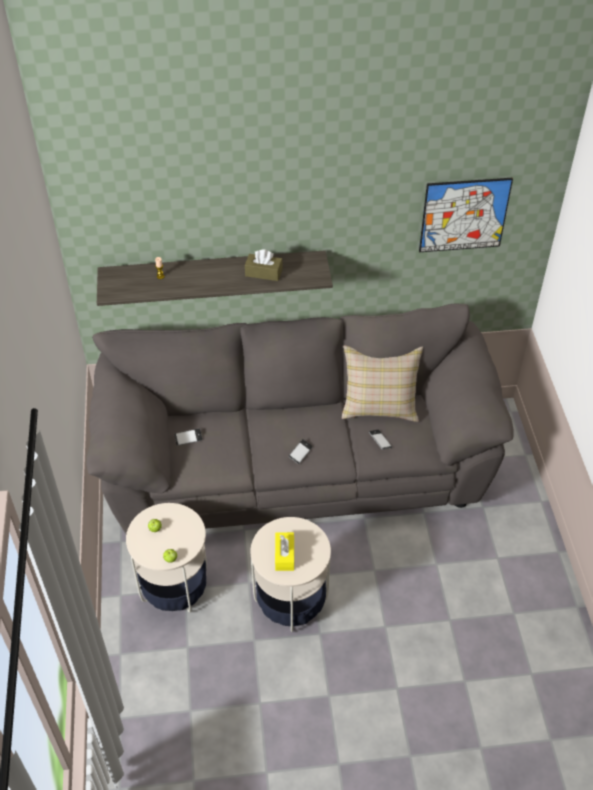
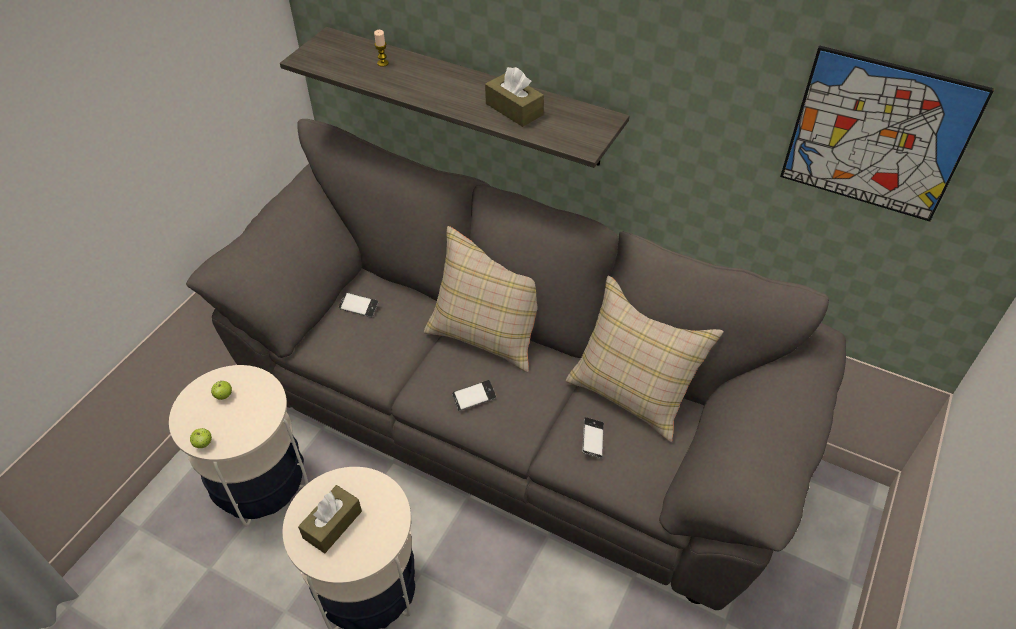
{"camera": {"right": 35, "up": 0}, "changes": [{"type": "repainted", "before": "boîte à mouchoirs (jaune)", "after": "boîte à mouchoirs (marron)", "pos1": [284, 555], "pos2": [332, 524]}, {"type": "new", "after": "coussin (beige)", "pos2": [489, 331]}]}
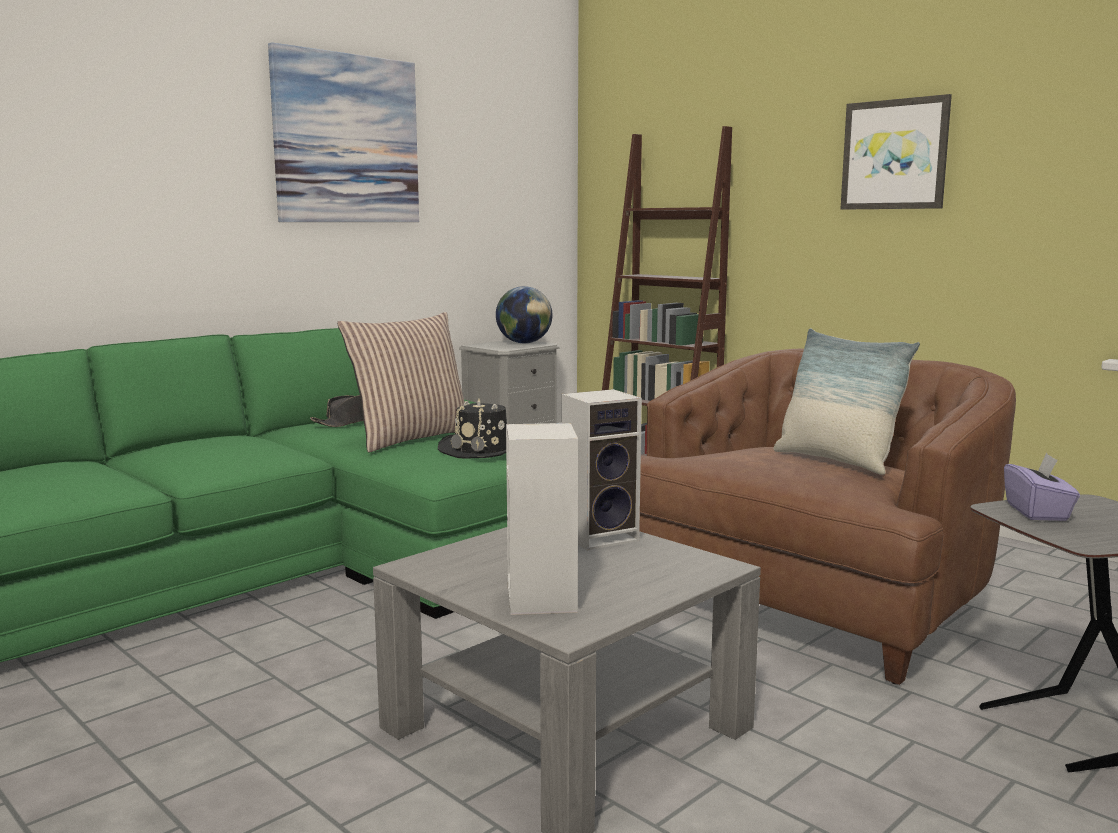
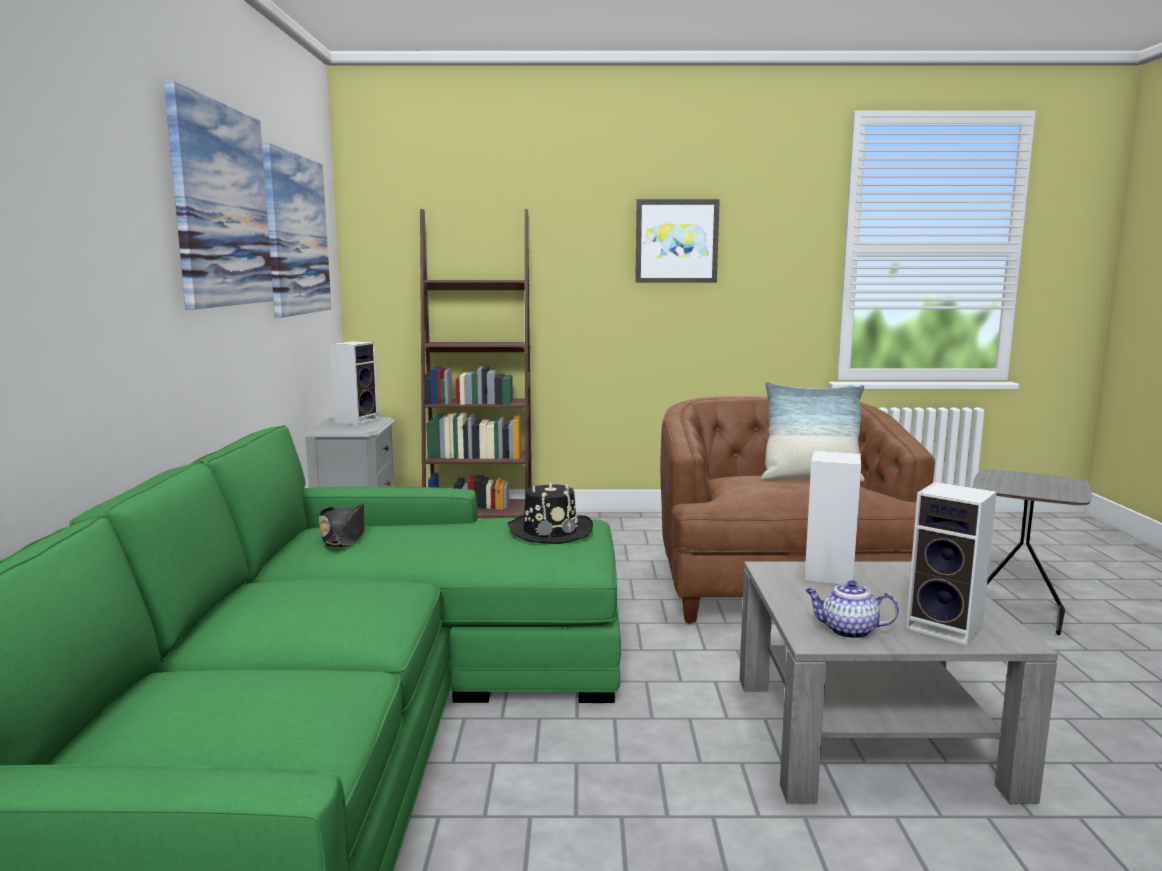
{"camera": {"right": -45, "up": 0}, "changes": [{"type": "gone", "before": "coussin", "pos1": [411, 438]}, {"type": "swapped", "before": "globe", "after": "enceinte", "pos1": [524, 343], "pos2": [357, 421]}, {"type": "gone", "before": "boîte à mouchoirs (violet)", "pos1": [1037, 512]}, {"type": "new", "after": "tableau", "pos2": [296, 235]}, {"type": "new", "after": "théière", "pos2": [848, 631]}]}
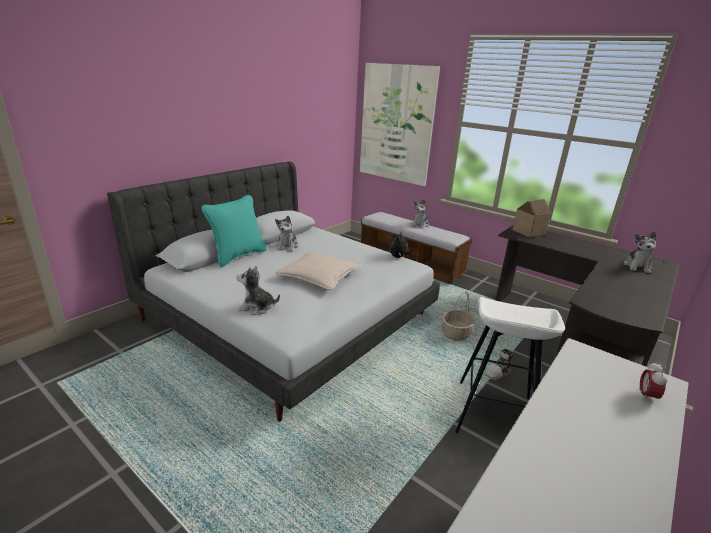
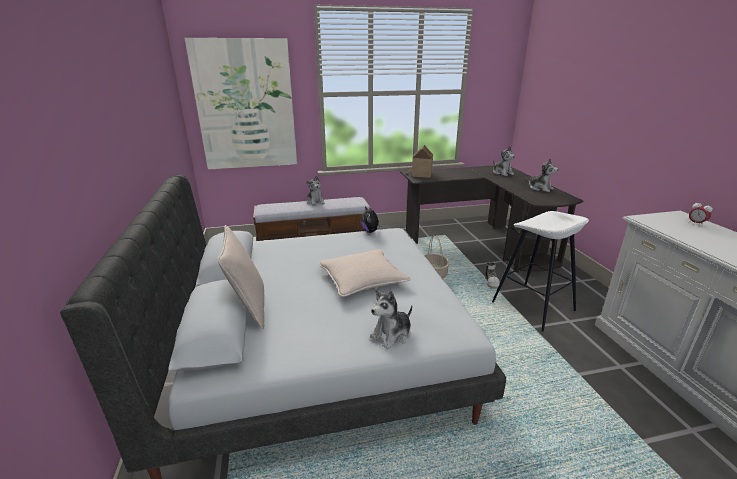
{"camera": {"right": -50, "up": 0}, "changes": [{"type": "repainted", "before": "coussin (turquoise)", "after": "coussin (beige)", "pos1": [238, 256], "pos2": [249, 308]}, {"type": "shifted", "before": "peluche", "pos1": [287, 246], "pos2": [540, 188]}]}
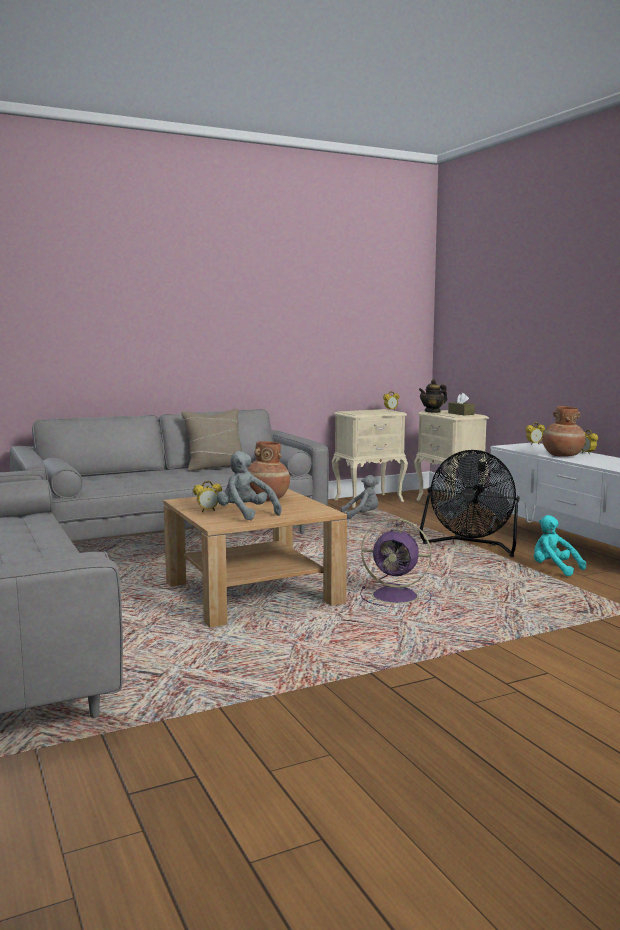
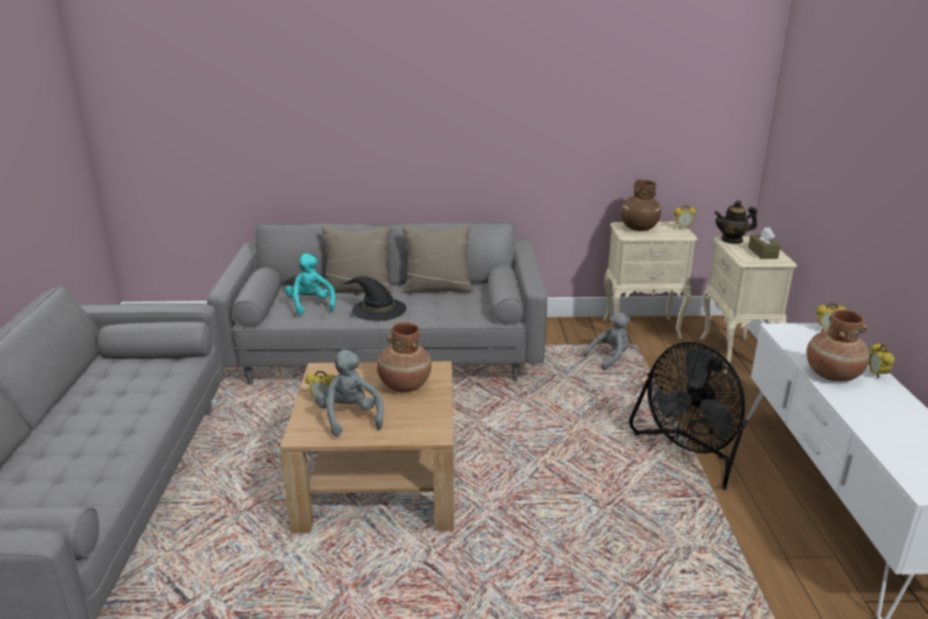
{"camera": {"right": 25, "up": 15}, "changes": [{"type": "rotated", "before": "peluche (gris)", "pos1": [362, 515], "pos2": [609, 358], "turn": -45}, {"type": "gone", "before": "ventilateur (violet)", "pos1": [397, 596]}, {"type": "shifted", "before": "peluche (turquoise)", "pos1": [553, 569], "pos2": [311, 305]}, {"type": "new", "after": "coussin (beige)", "pos2": [358, 289]}, {"type": "new", "after": "chapeau (noir)", "pos2": [378, 309]}, {"type": "new", "after": "vase (marron)", "pos2": [638, 228]}]}
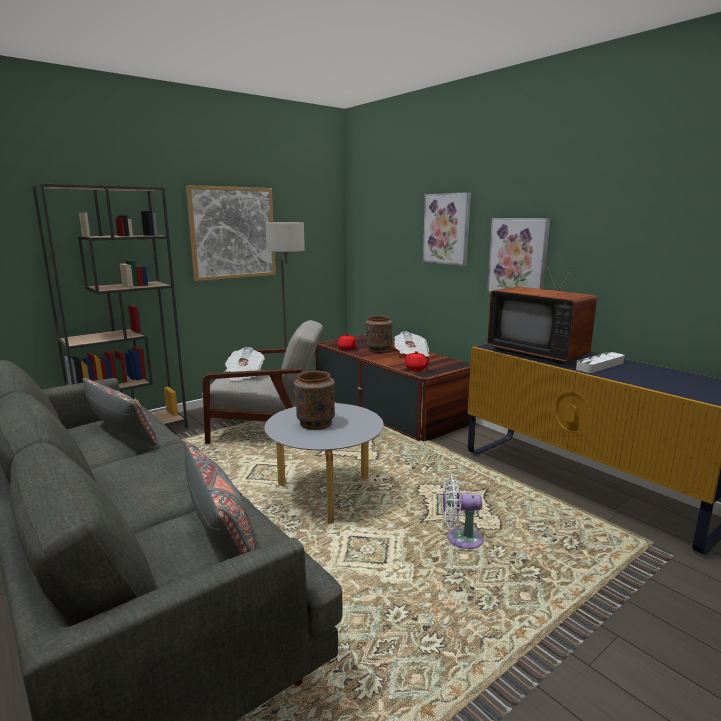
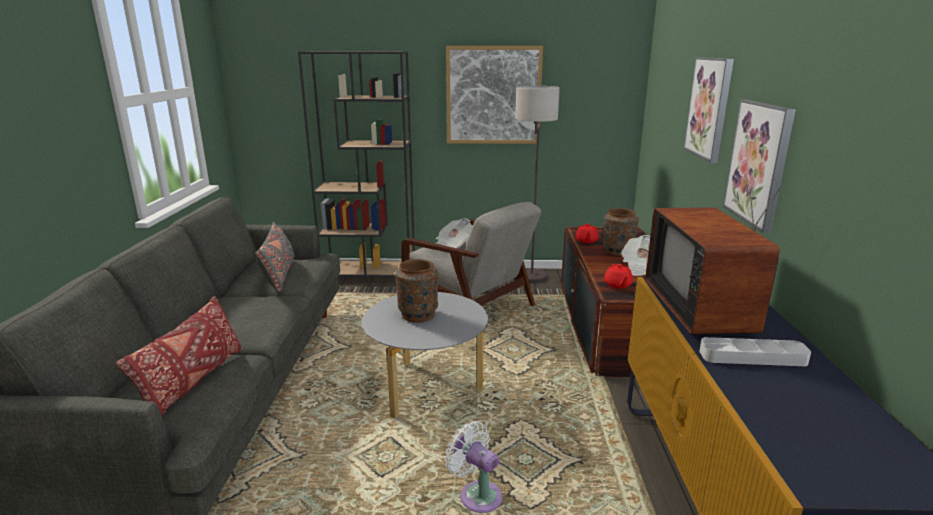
{"camera": {"right": 40, "up": 5}, "changes": [{"type": "repainted", "before": "coussin (gris)", "after": "coussin (rouge)", "pos1": [220, 536], "pos2": [193, 381]}]}
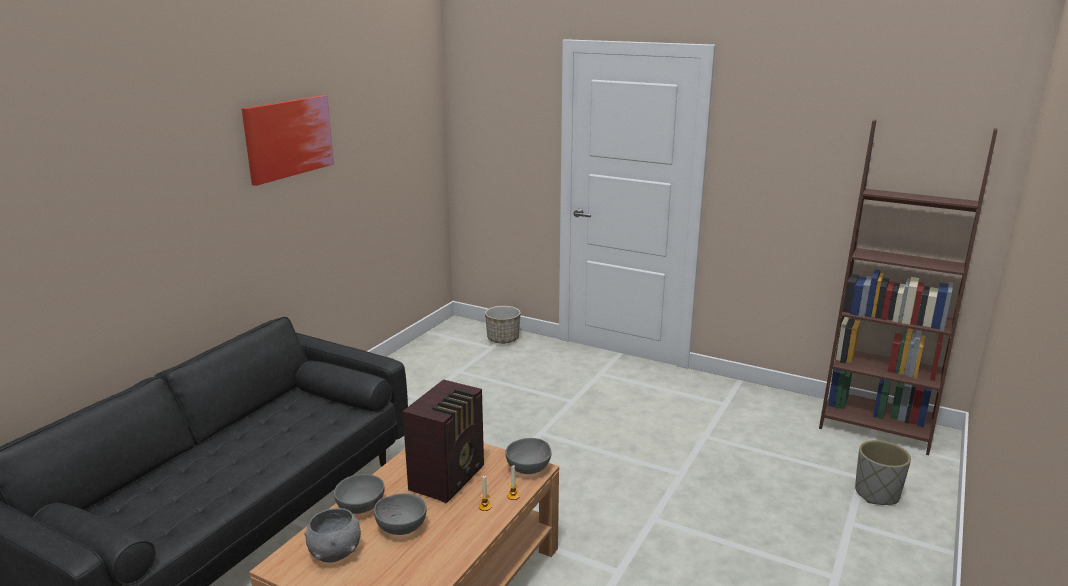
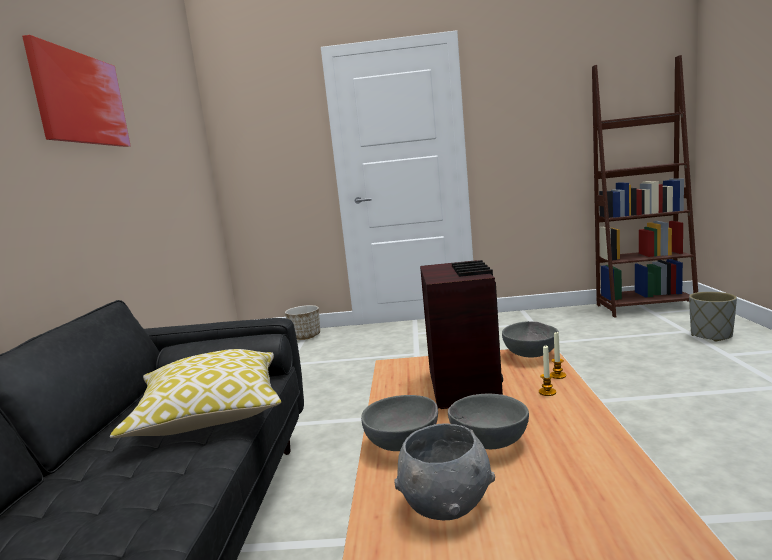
{"camera": {"right": -25, "up": -10}, "changes": [{"type": "new", "after": "coussin", "pos2": [210, 413]}]}
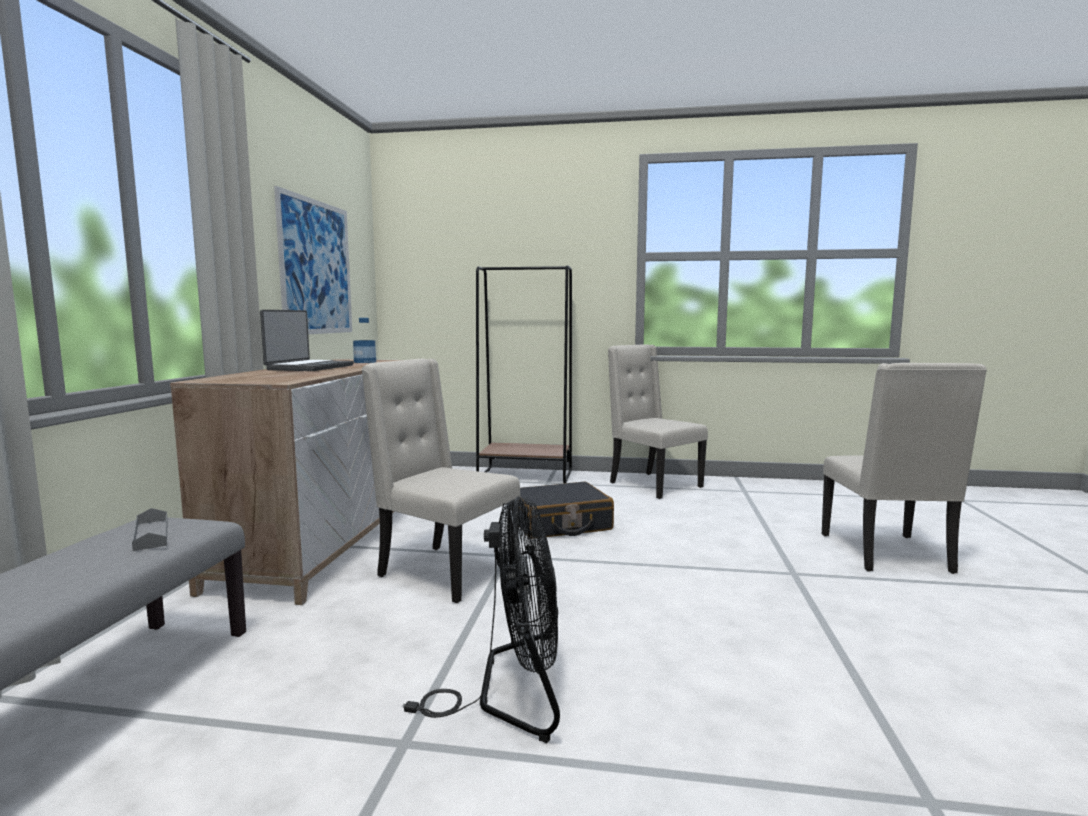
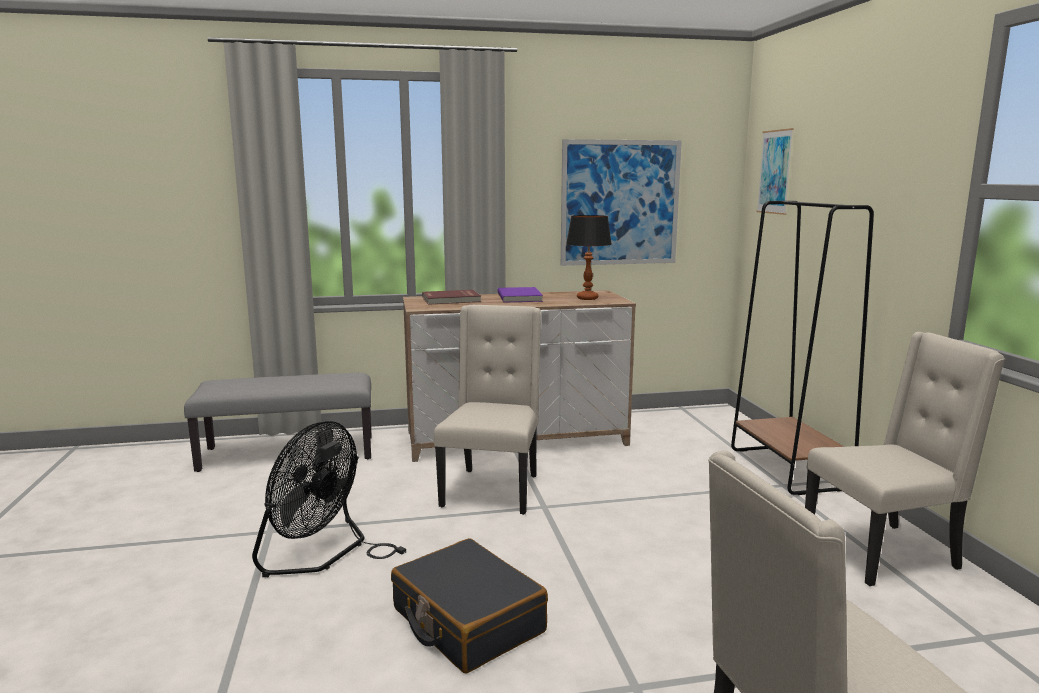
{"camera": {"right": 70, "up": 5}, "changes": [{"type": "gone", "before": "plateau (gris)", "pos1": [151, 534]}, {"type": "swapped", "before": "ordinateur portable", "after": "livre (violet)", "pos1": [309, 367], "pos2": [520, 297]}, {"type": "swapped", "before": "bouteille", "after": "lampe de table", "pos1": [365, 362], "pos2": [587, 298]}, {"type": "rotated", "before": "ventilateur (noir)", "pos1": [511, 686], "pos2": [332, 550], "turn": 135}, {"type": "shifted", "before": "valise (noir)", "pos1": [560, 524], "pos2": [467, 621]}, {"type": "rotated", "before": "chaise (beige)", "pos1": [653, 485], "pos2": [883, 552], "turn": 45}, {"type": "new", "after": "livre (rouge)", "pos2": [451, 300]}, {"type": "new", "after": "tableau", "pos2": [775, 172]}]}
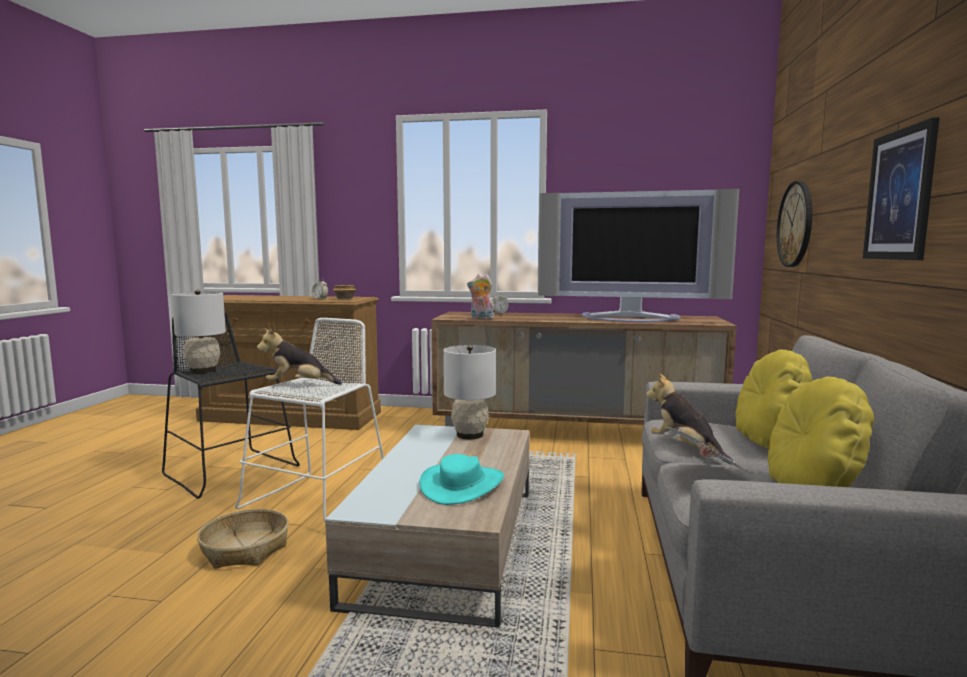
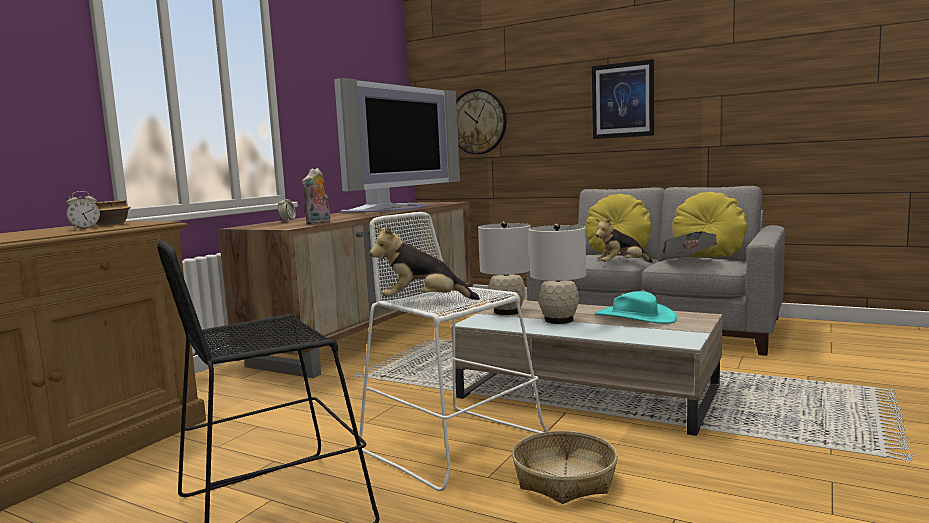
{"camera": {"right": -70, "up": 0}, "changes": [{"type": "shifted", "before": "lampe de table (blanc)", "pos1": [203, 370], "pos2": [558, 320]}, {"type": "rotated", "before": "peluche", "pos1": [299, 385], "pos2": [423, 303], "turn": 75}]}
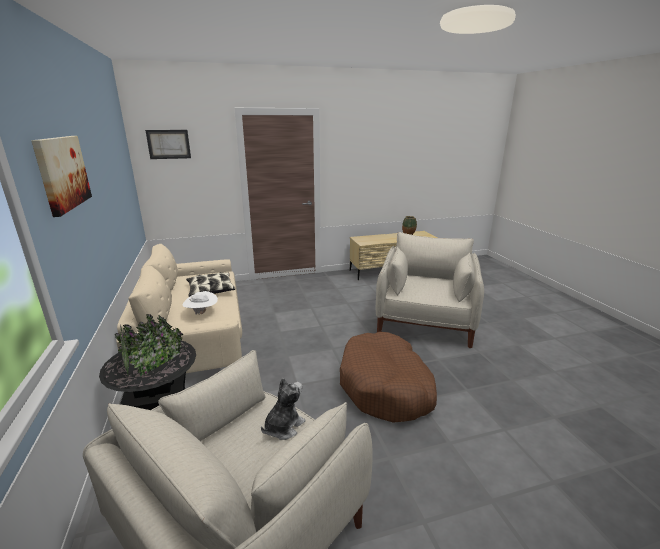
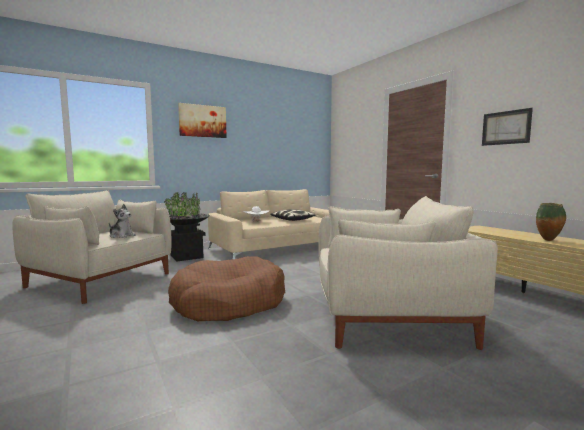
{"camera": {"right": 75, "up": -15}, "changes": [{"type": "shifted", "before": "tableau", "pos1": [168, 144], "pos2": [506, 127]}]}
